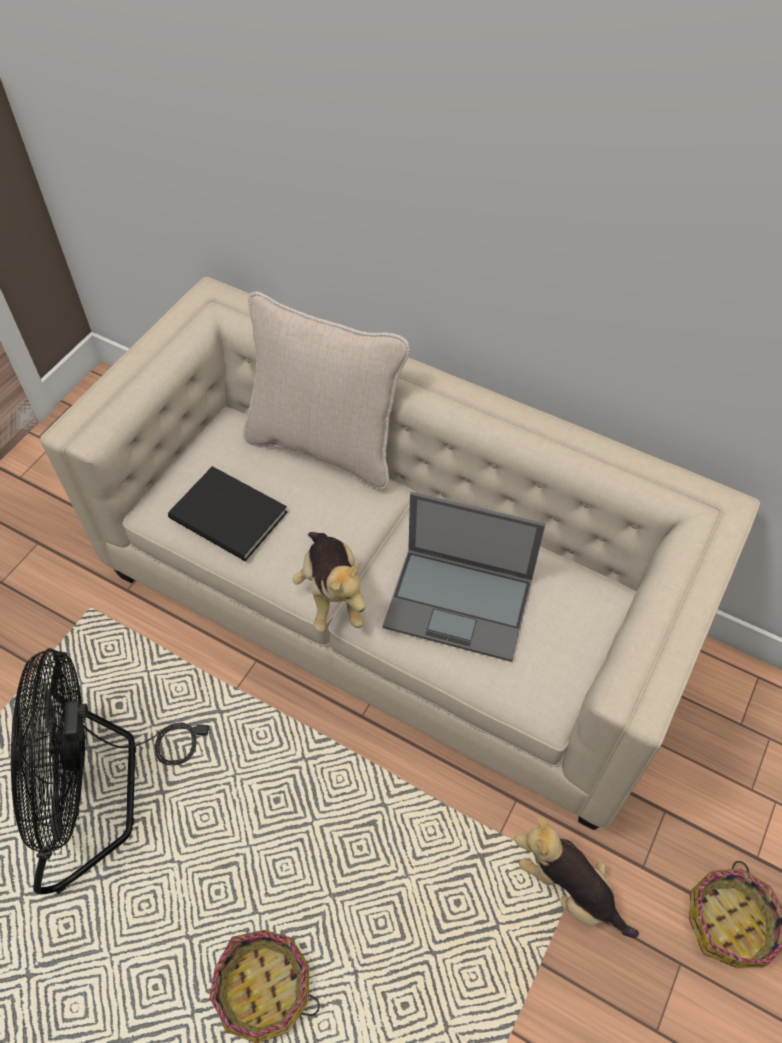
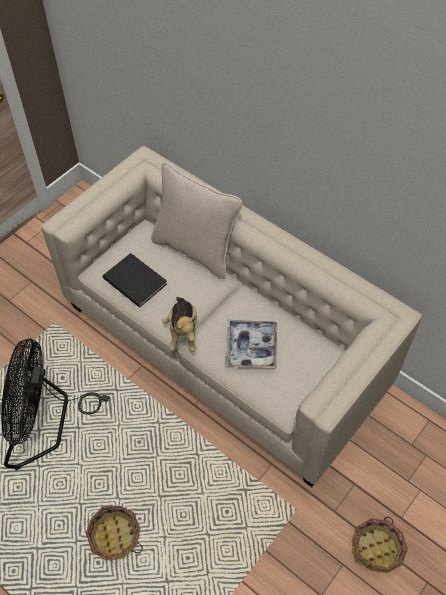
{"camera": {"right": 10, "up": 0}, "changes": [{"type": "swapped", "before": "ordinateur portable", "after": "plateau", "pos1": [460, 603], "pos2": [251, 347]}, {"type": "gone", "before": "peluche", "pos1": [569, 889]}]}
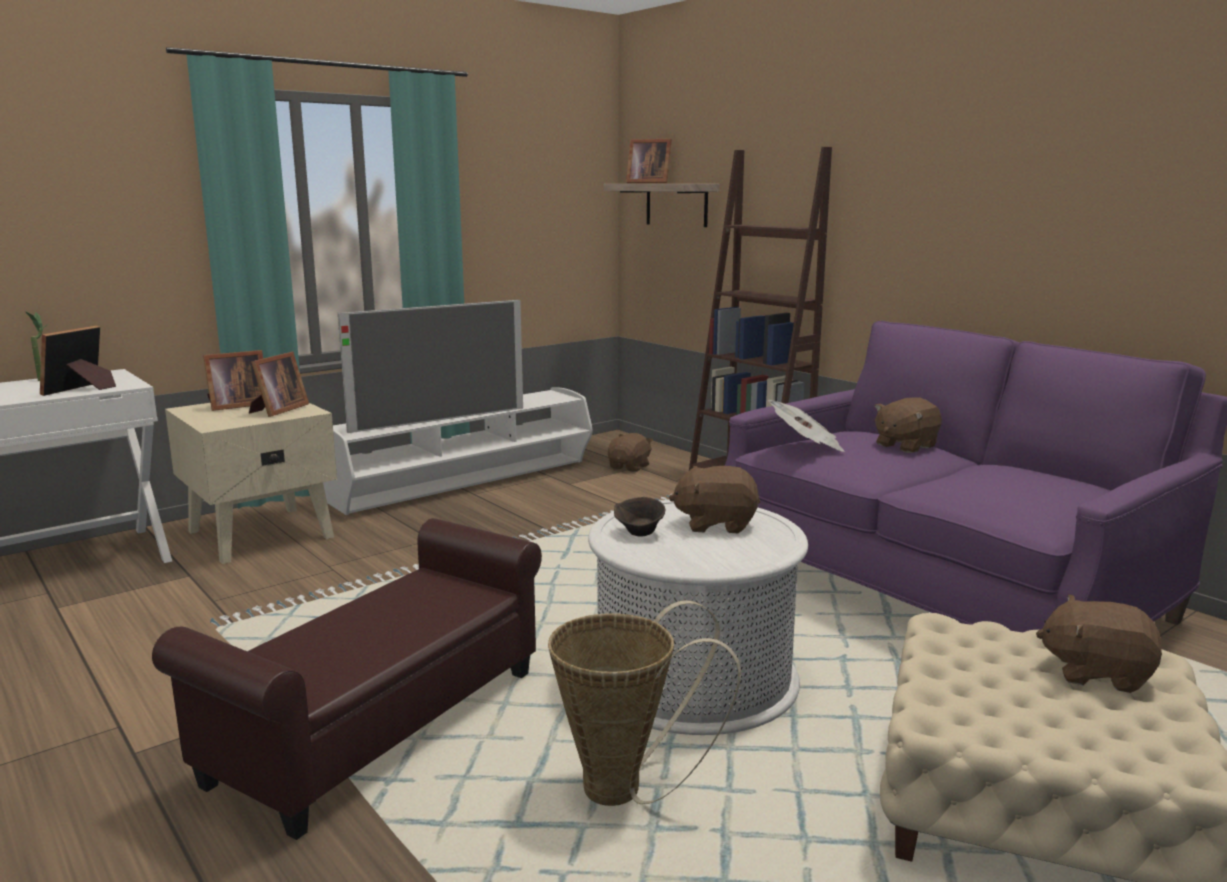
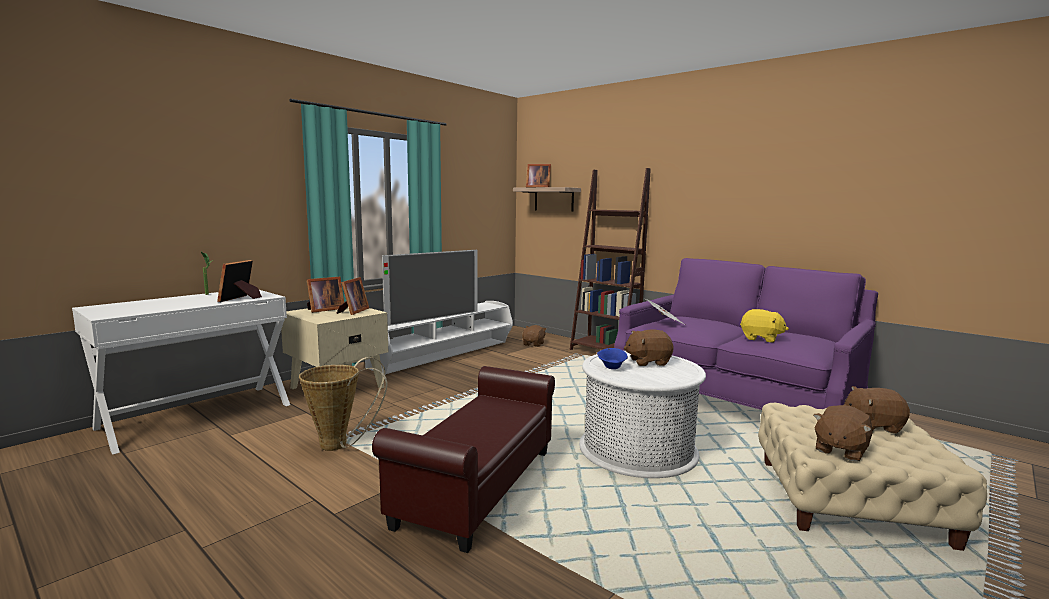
{"camera": {"right": -10, "up": -5}, "changes": [{"type": "shifted", "before": "panier", "pos1": [626, 790], "pos2": [340, 445]}, {"type": "repainted", "before": "bol (marron)", "after": "bol (bleu)", "pos1": [640, 533], "pos2": [612, 367]}, {"type": "shifted", "before": "peluche (marron)", "pos1": [905, 446], "pos2": [840, 450]}, {"type": "new", "after": "peluche (jaune)", "pos2": [761, 339]}]}
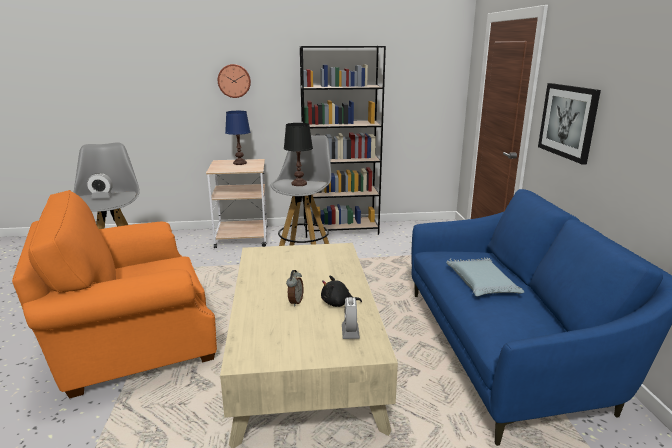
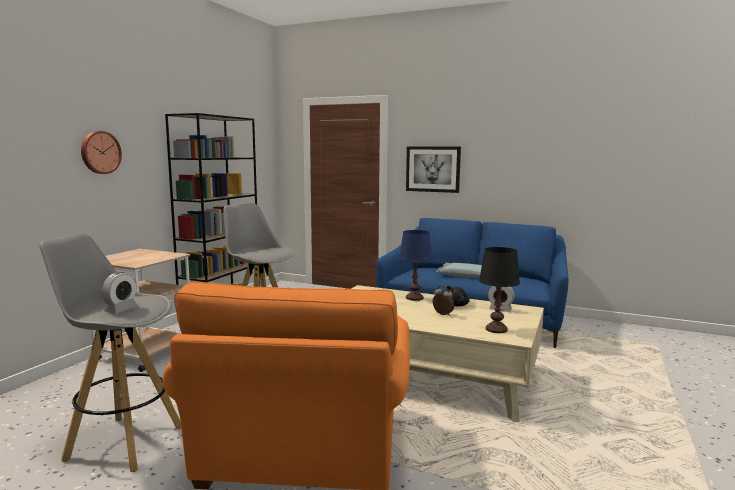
{"camera": {"right": -60, "up": -10}, "changes": [{"type": "shifted", "before": "lampe de table (bleu)", "pos1": [240, 163], "pos2": [414, 298]}, {"type": "shifted", "before": "lampe de table (noir)", "pos1": [299, 184], "pos2": [496, 329]}]}
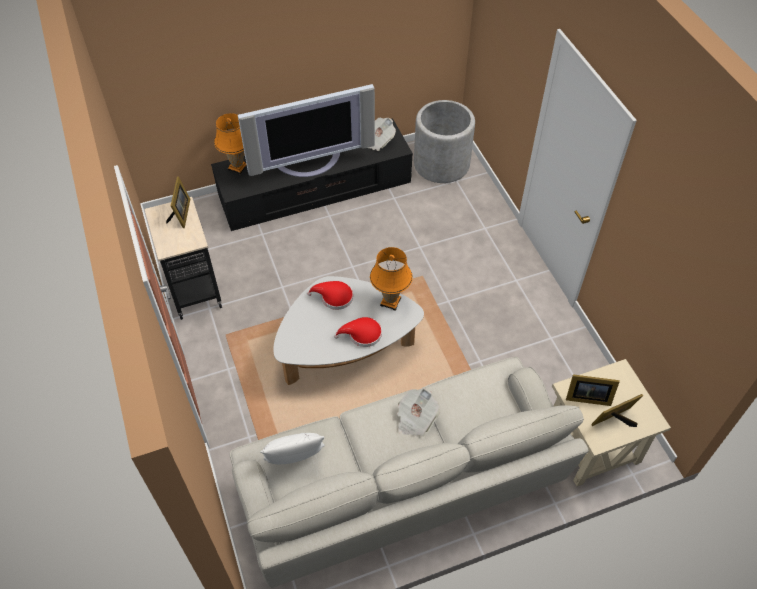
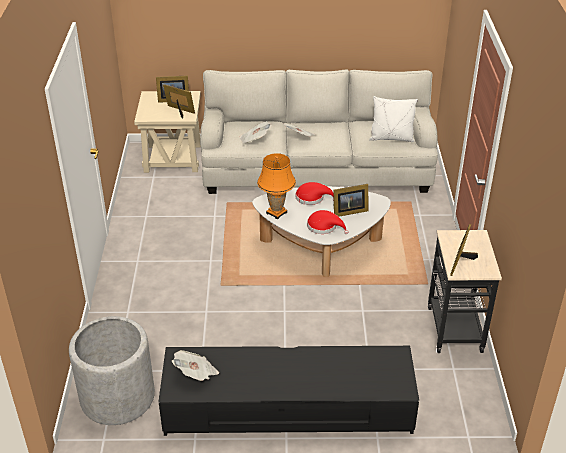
{"camera": {"right": -160, "up": -15}, "changes": [{"type": "gone", "before": "lampe de table (orange)", "pos1": [238, 167]}, {"type": "gone", "before": "téléviseur", "pos1": [309, 161]}, {"type": "new", "after": "journal", "pos2": [254, 140]}, {"type": "new", "after": "cadre photo", "pos2": [348, 211]}]}
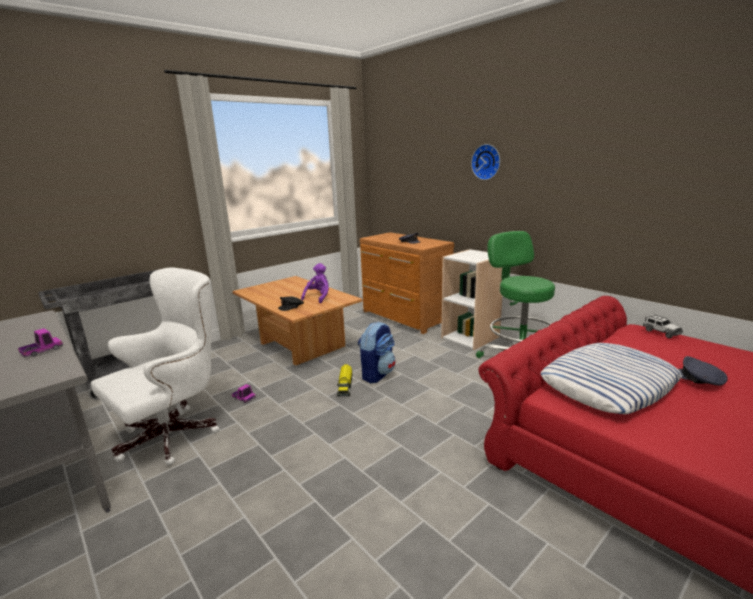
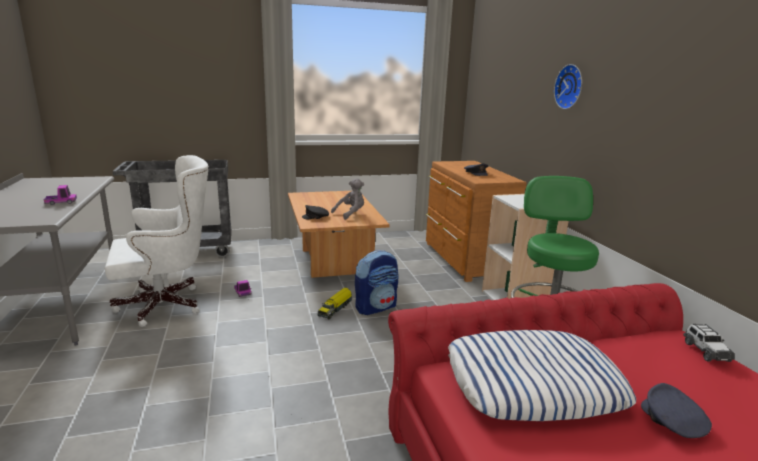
{"camera": {"right": 25, "up": 0}, "changes": [{"type": "repainted", "before": "peluche (violet)", "after": "peluche (gris)", "pos1": [318, 297], "pos2": [350, 214]}]}
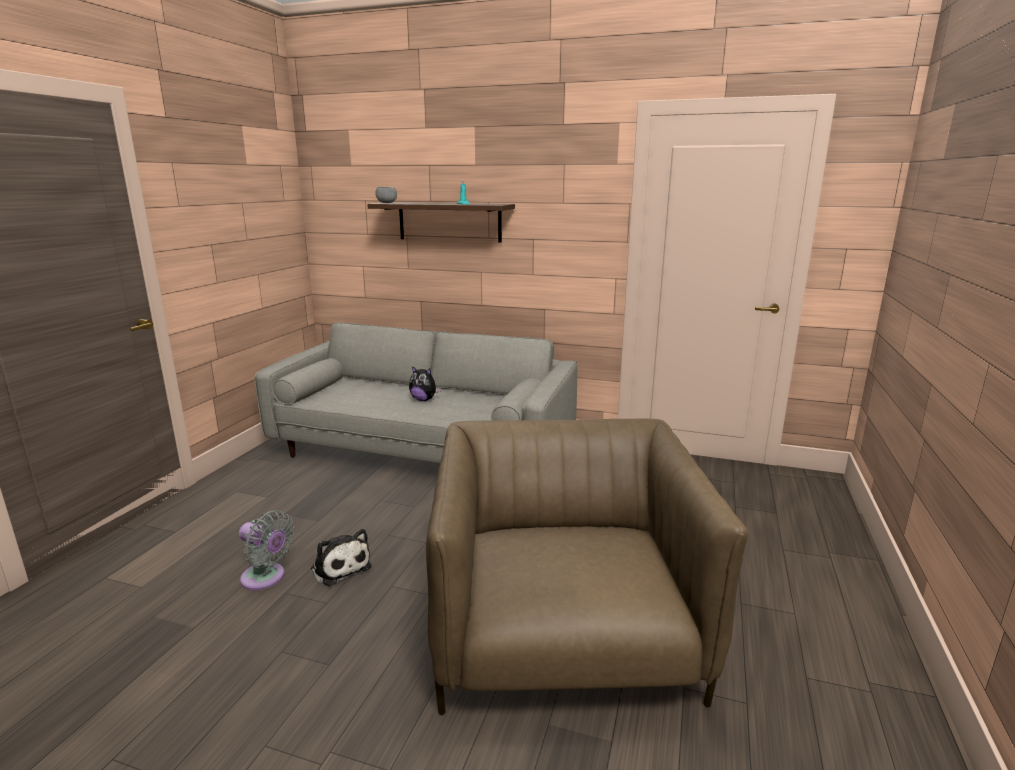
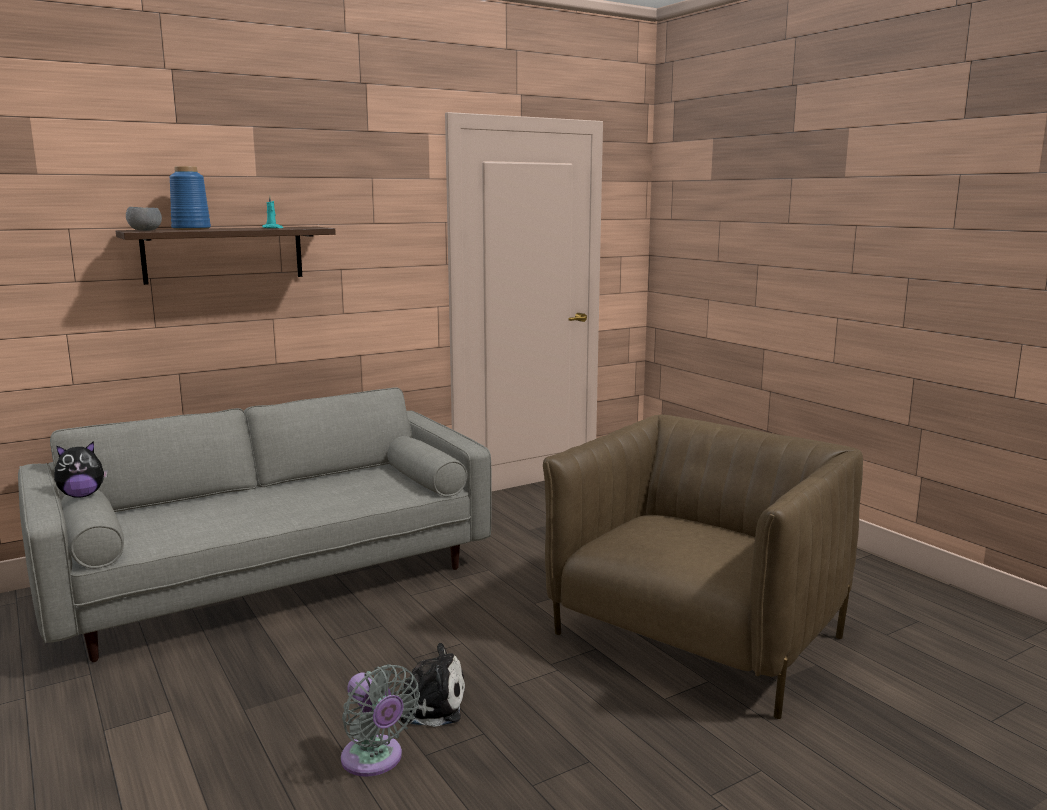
{"camera": {"right": -50, "up": -5}, "changes": [{"type": "rotated", "before": "ventilateur (gris)", "pos1": [266, 578], "pos2": [375, 760], "turn": 75}, {"type": "shifted", "before": "peluche", "pos1": [424, 400], "pos2": [82, 495]}, {"type": "rotated", "before": "fauteuil (marron)", "pos1": [564, 642], "pos2": [696, 638], "turn": 90}, {"type": "new", "after": "vase (bleu)", "pos2": [190, 229]}]}
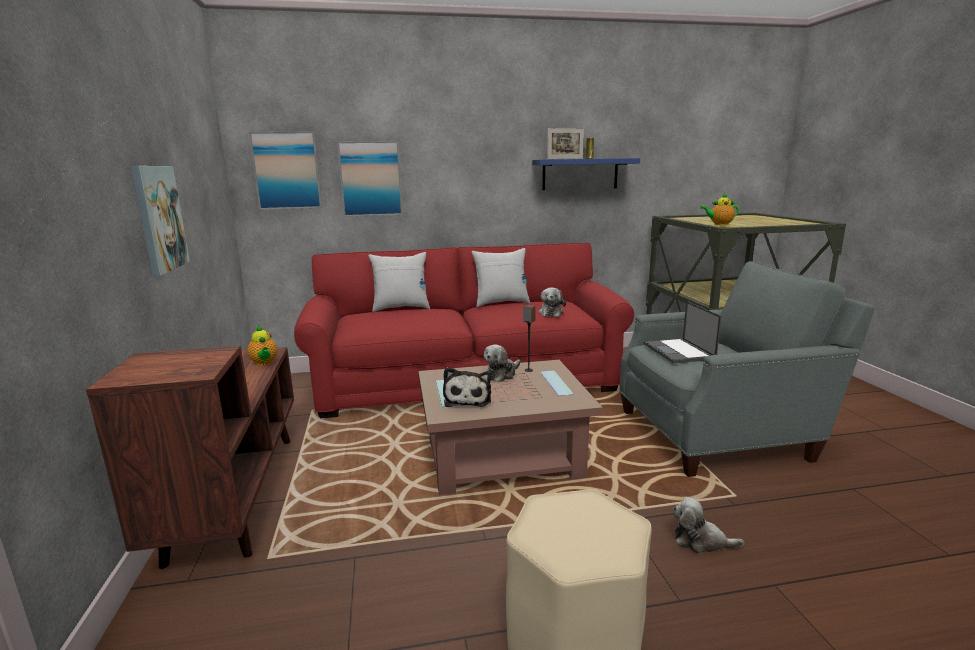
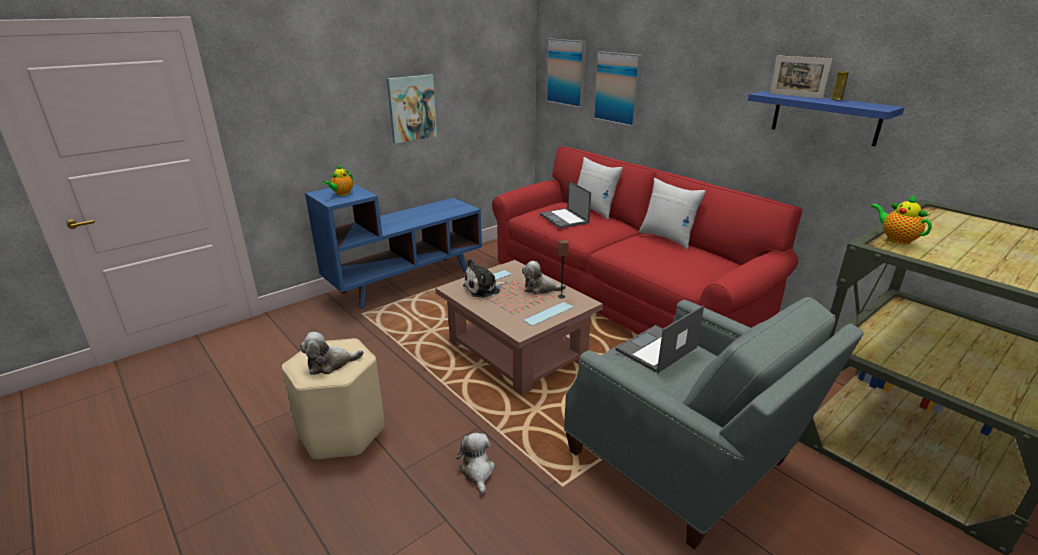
{"camera": {"right": 60, "up": 10}, "changes": [{"type": "repainted", "before": "meuble télé (marron)", "after": "meuble télé (bleu)", "pos1": [235, 492], "pos2": [407, 280]}, {"type": "shifted", "before": "théière", "pos1": [264, 363], "pos2": [341, 194]}, {"type": "shifted", "before": "peluche", "pos1": [551, 312], "pos2": [330, 364]}, {"type": "new", "after": "ordinateur portable", "pos2": [564, 219]}]}
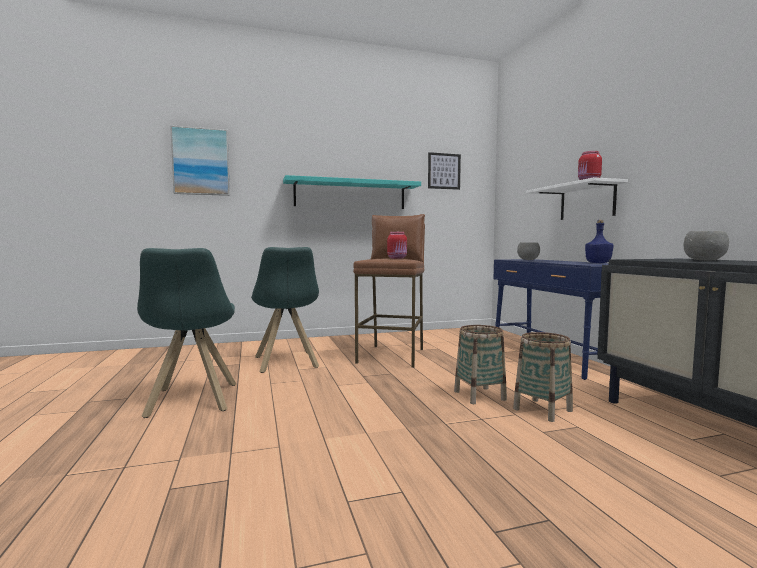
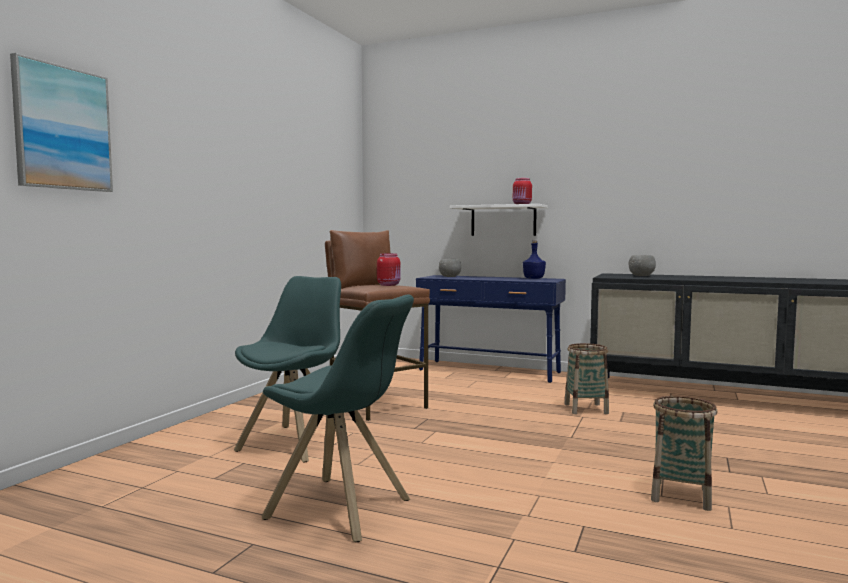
{"camera": {"right": -50, "up": 0}, "changes": [{"type": "rotated", "before": "chaise (turquoise)", "pos1": [286, 362], "pos2": [294, 442], "turn": -90}, {"type": "gone", "before": "étagère (turquoise)", "pos1": [350, 194]}, {"type": "gone", "before": "tableau", "pos1": [444, 171]}, {"type": "shifted", "before": "panier", "pos1": [479, 395], "pos2": [681, 495]}]}
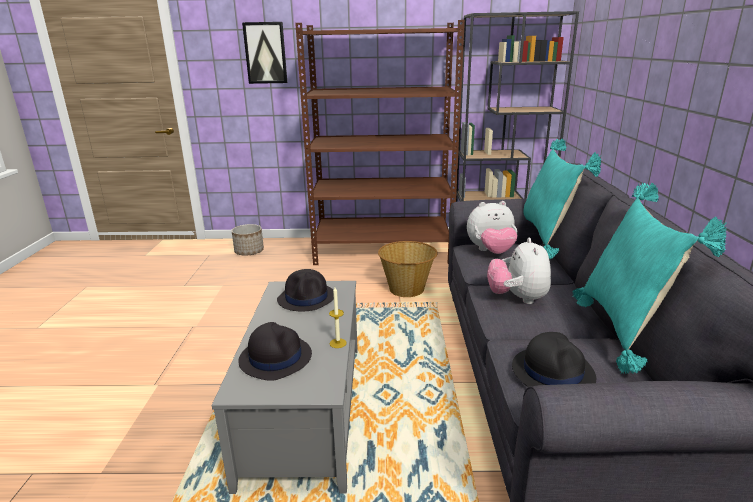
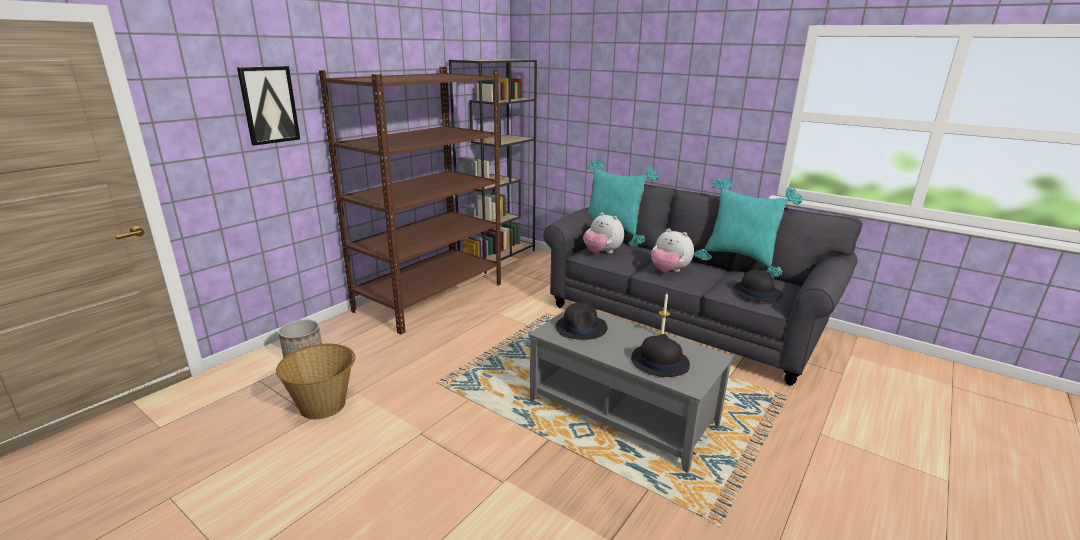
{"camera": {"right": -55, "up": 0}, "changes": [{"type": "shifted", "before": "panier", "pos1": [407, 289], "pos2": [323, 405]}, {"type": "rotated", "before": "peluche", "pos1": [491, 252], "pos2": [602, 252], "turn": 105}]}
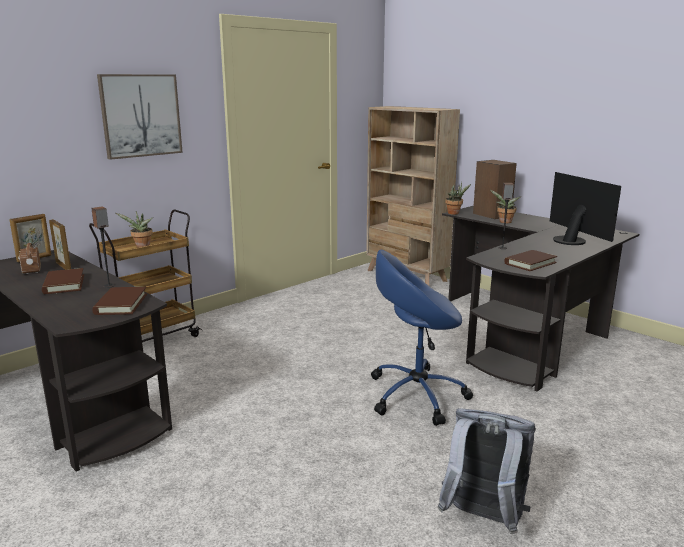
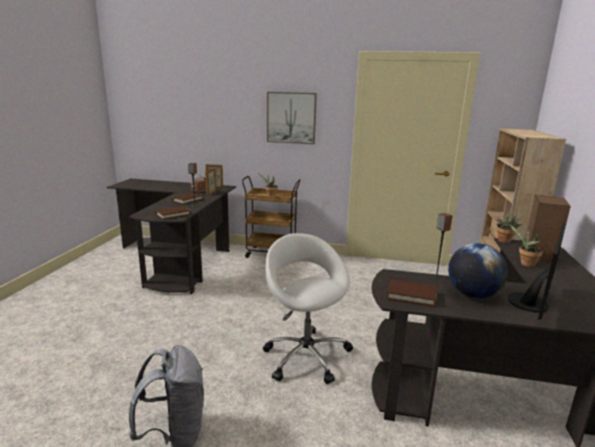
{"camera": {"right": 55, "up": 0}, "changes": [{"type": "repainted", "before": "chaise de bureau (bleu)", "after": "chaise de bureau (blanc)", "pos1": [414, 395], "pos2": [305, 356]}, {"type": "new", "after": "globe", "pos2": [472, 295]}]}
